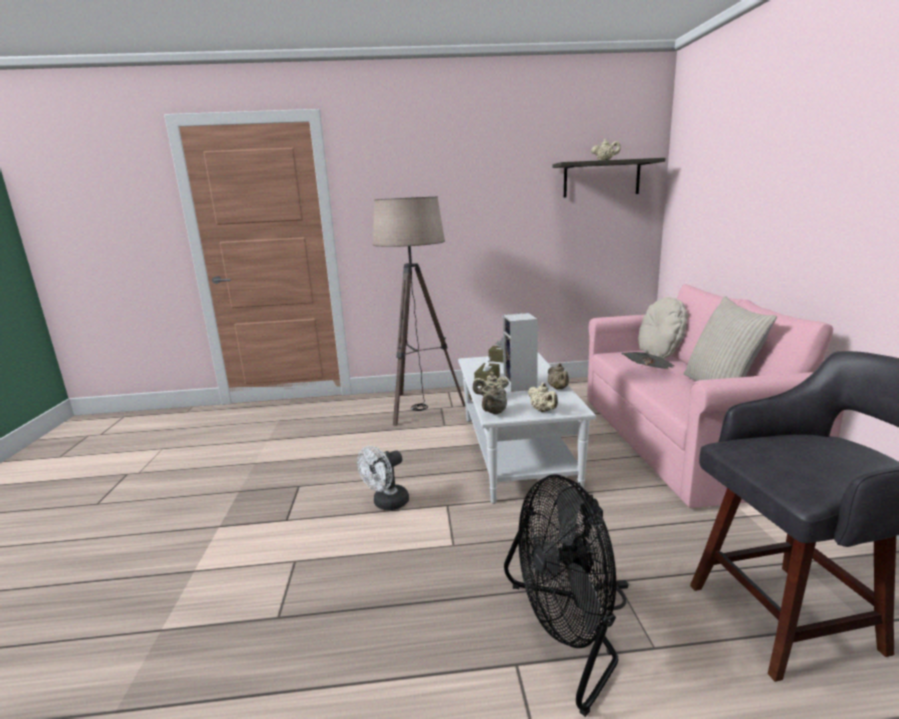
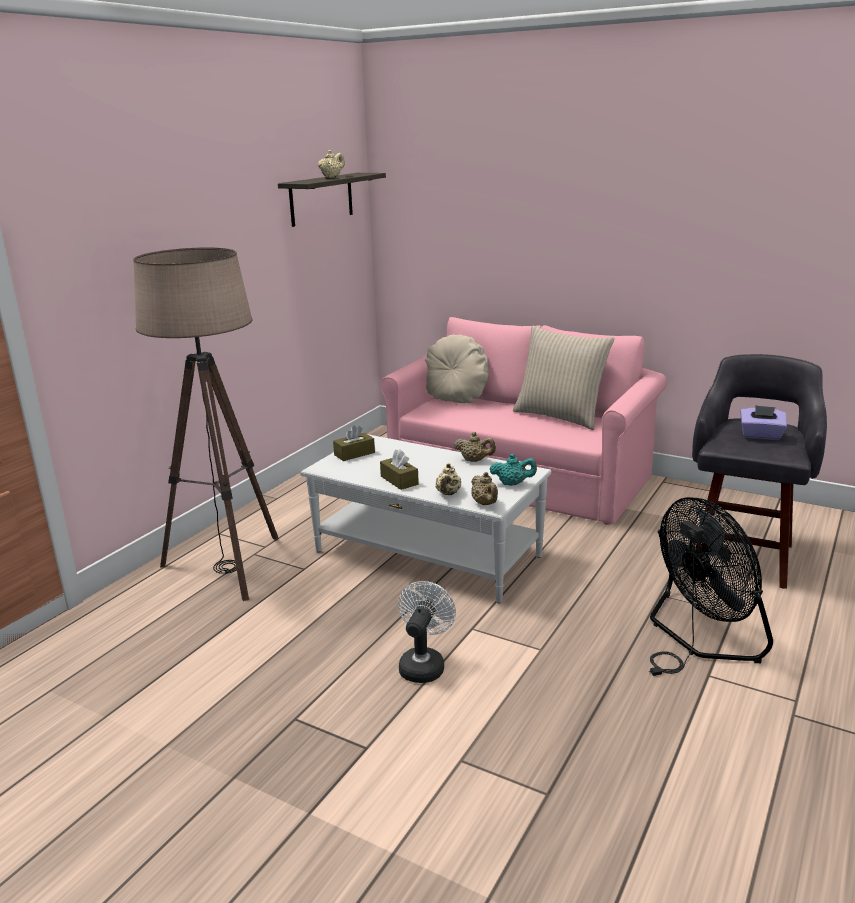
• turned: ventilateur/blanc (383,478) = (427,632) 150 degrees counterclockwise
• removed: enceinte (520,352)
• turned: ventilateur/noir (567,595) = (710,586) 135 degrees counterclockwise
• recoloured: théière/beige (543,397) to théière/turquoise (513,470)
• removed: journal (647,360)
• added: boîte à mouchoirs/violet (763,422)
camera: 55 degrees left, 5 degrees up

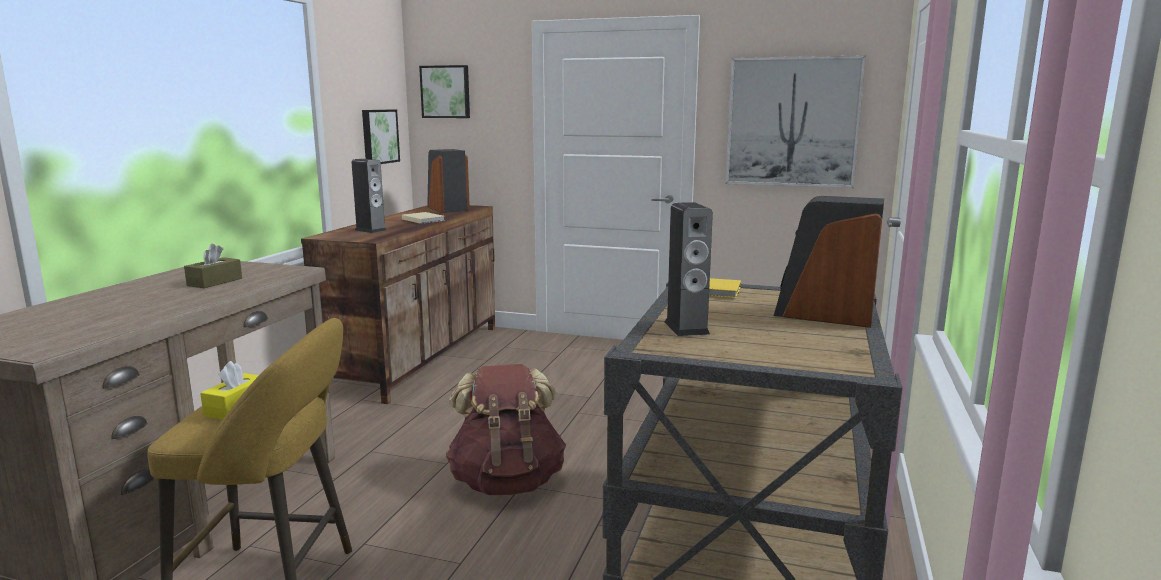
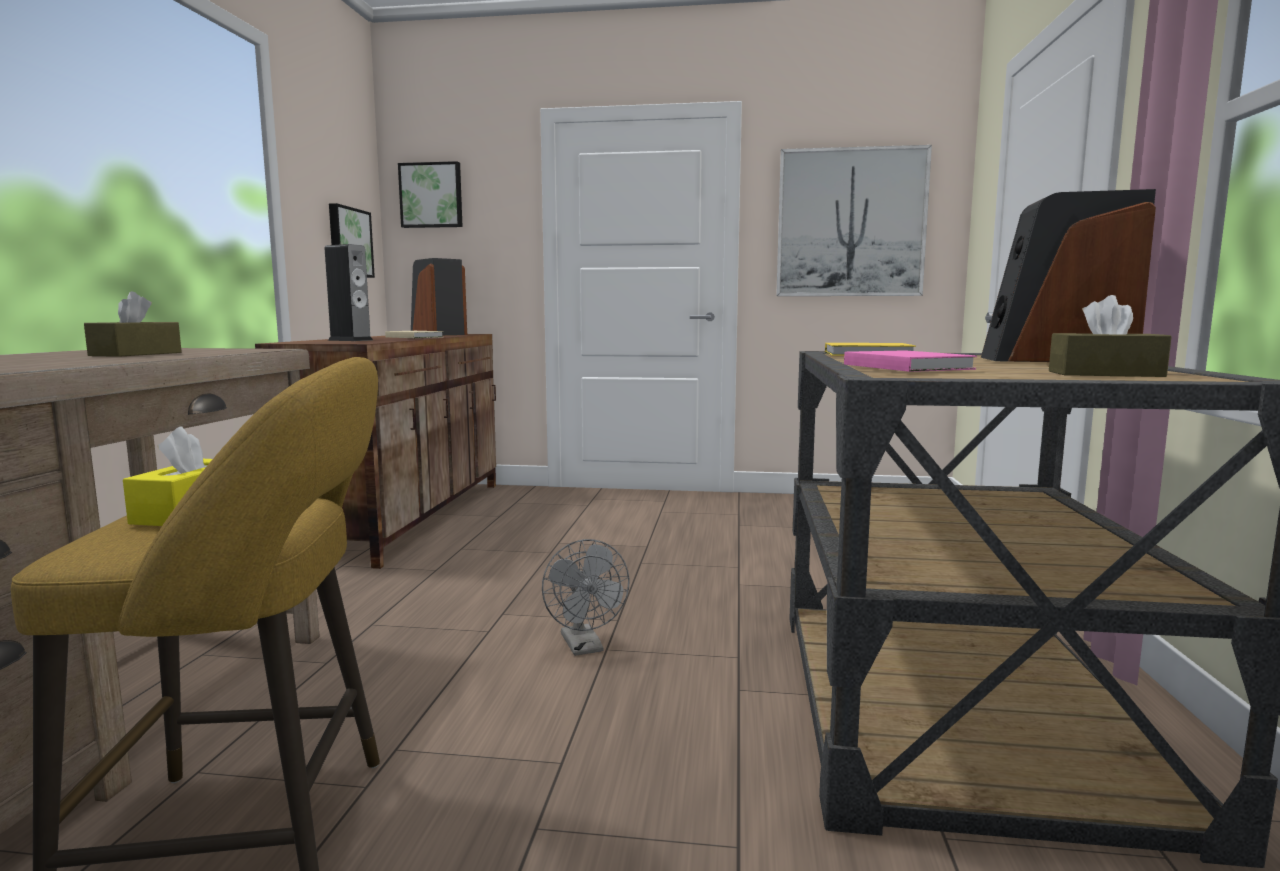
• replaced: sac à dos/marron (506,429) to ventilateur/gris (586,597)
• replaced: enceinte (688,269) to livre/rose (910,361)
• added: boîte à mouchoirs/marron (1110,336)
camera: 10 degrees left, 5 degrees down

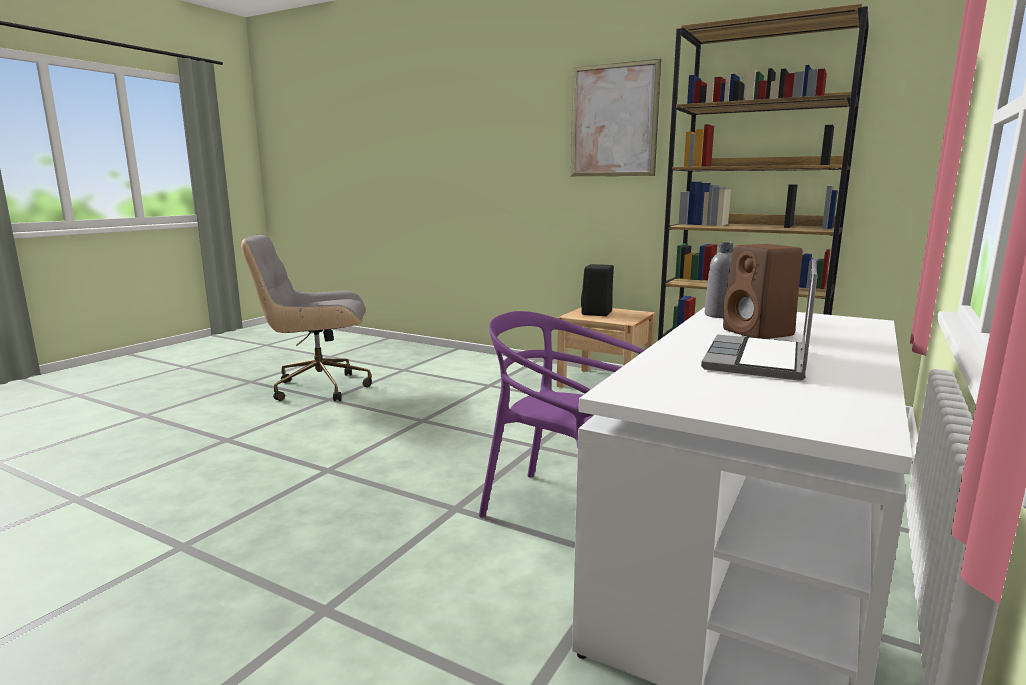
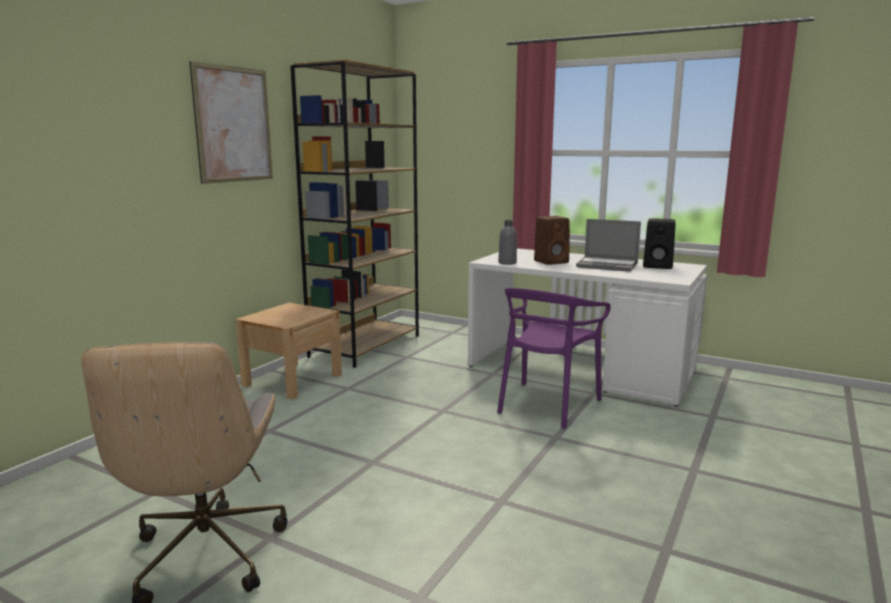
• moved: enceinte/noir (597,290) to (659,243)
camera: 90 degrees left, 0 degrees up

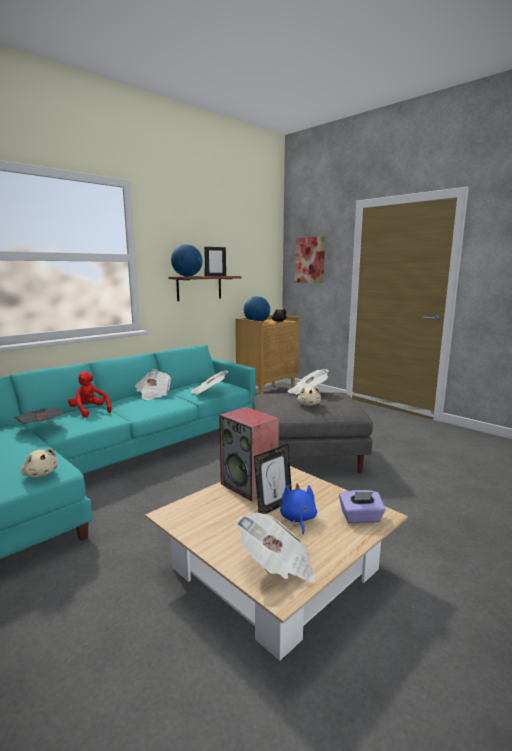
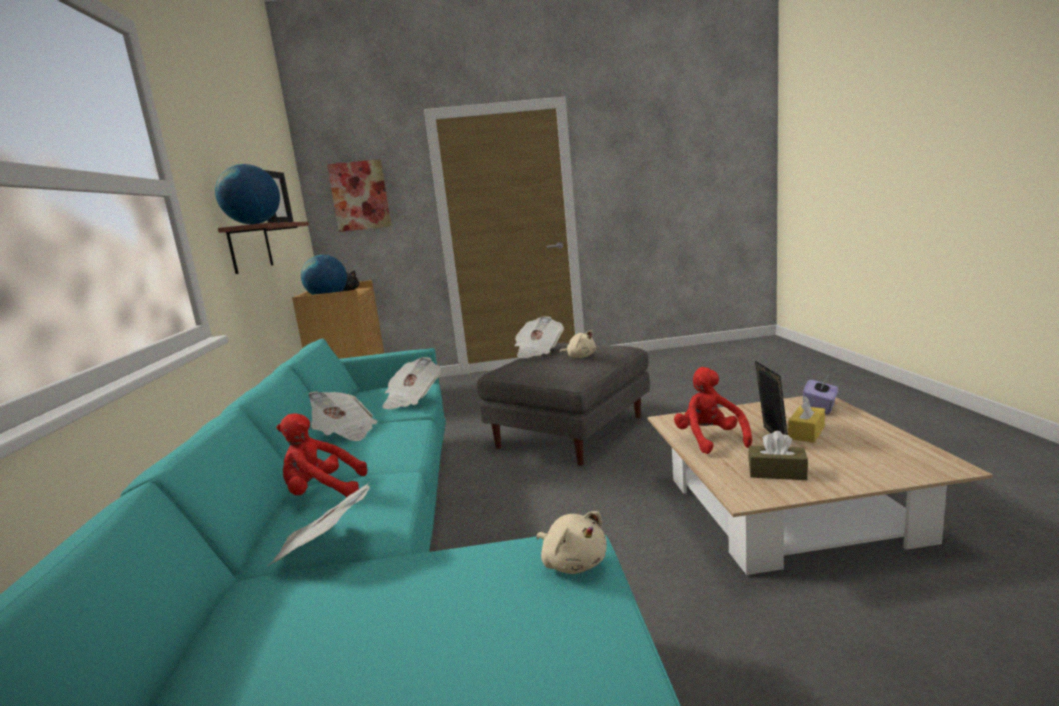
• turned: peluche/beige (39,463) = (572,542) 60 degrees clockwise
• replaced: enceinte (249,454) to peluche/rouge (713,410)
• removed: journal (276,547)
• replaced: peluche/bleu (298,508) to boîte à mouchoirs/jaune (806,419)
• added: boîte à mouchoirs/marron (778,455)
camera: 50 degrees left, 0 degrees up

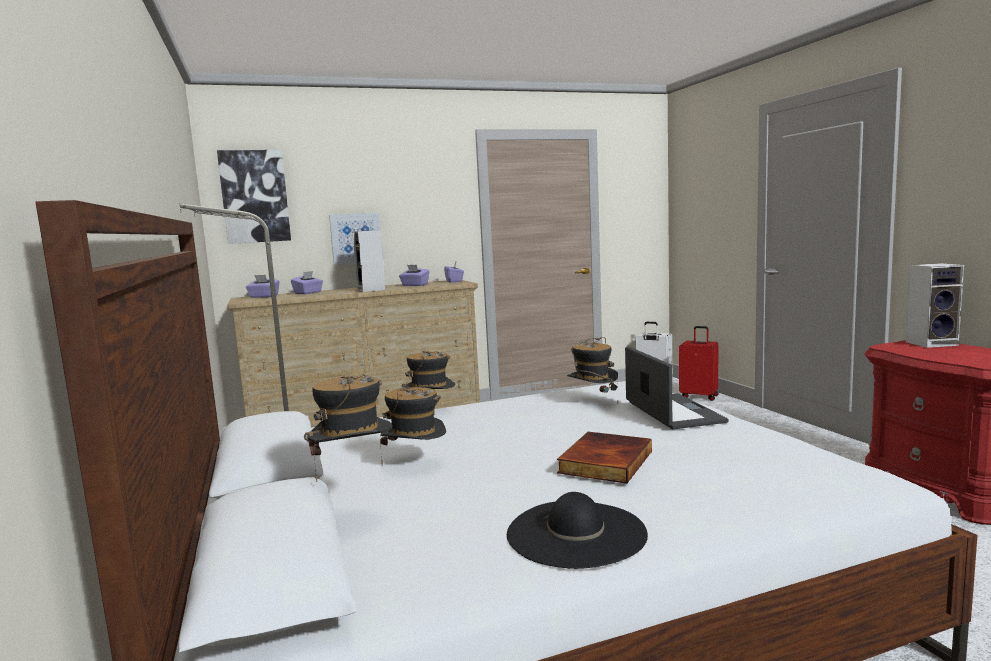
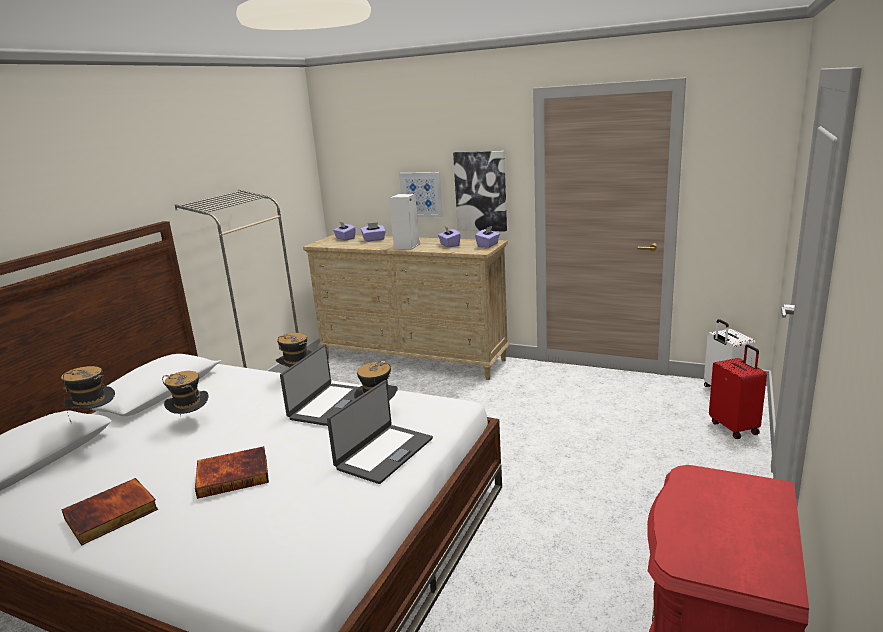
• moved: tableau (254,197) to (480,191)
• replaced: chapeau/noir (577,530) to livre (109,512)
• removed: enceinte (935,305)
• added: ordinateur portable (319,385)
camera: 45 degrees right, 10 degrees up

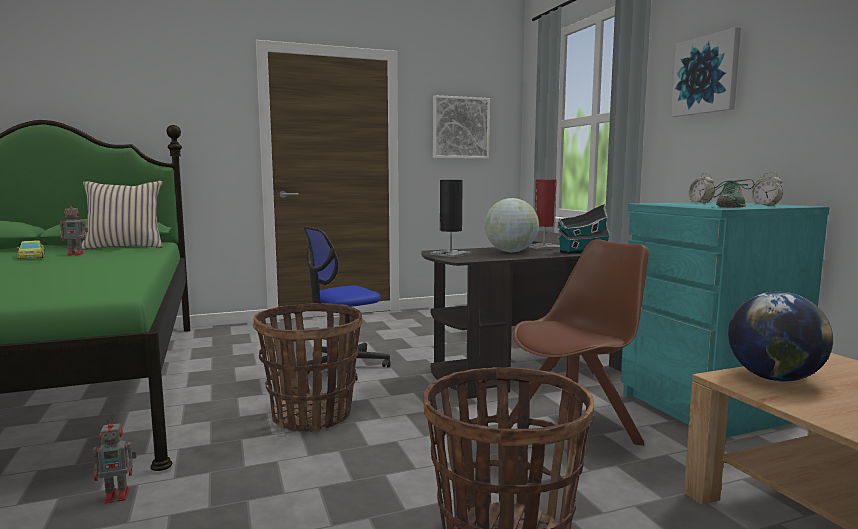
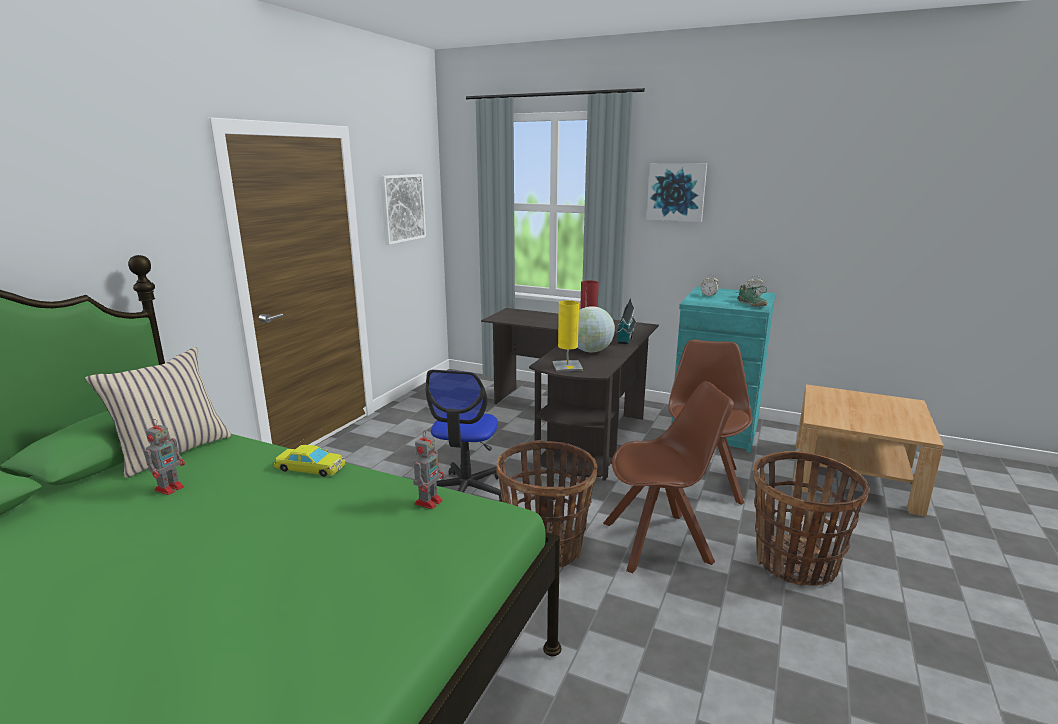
• moved: petite voiture/jaune (31,249) to (309,461)
• moved: robot jouet (115,460) to (428,469)
• recoloured: lampe de table/noir (450,218) to lampe de table/jaune (568,336)
• removed: globe (780,336)
• added: chaise/marron (668,477)
camera: 45 degrees left, 10 degrees up

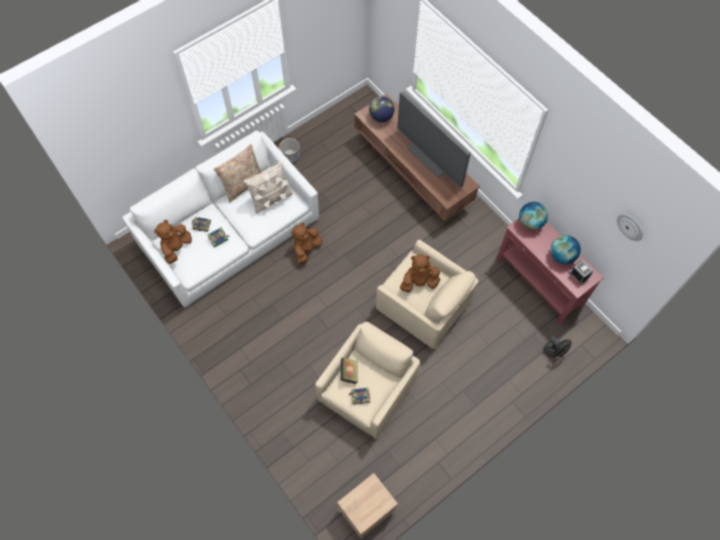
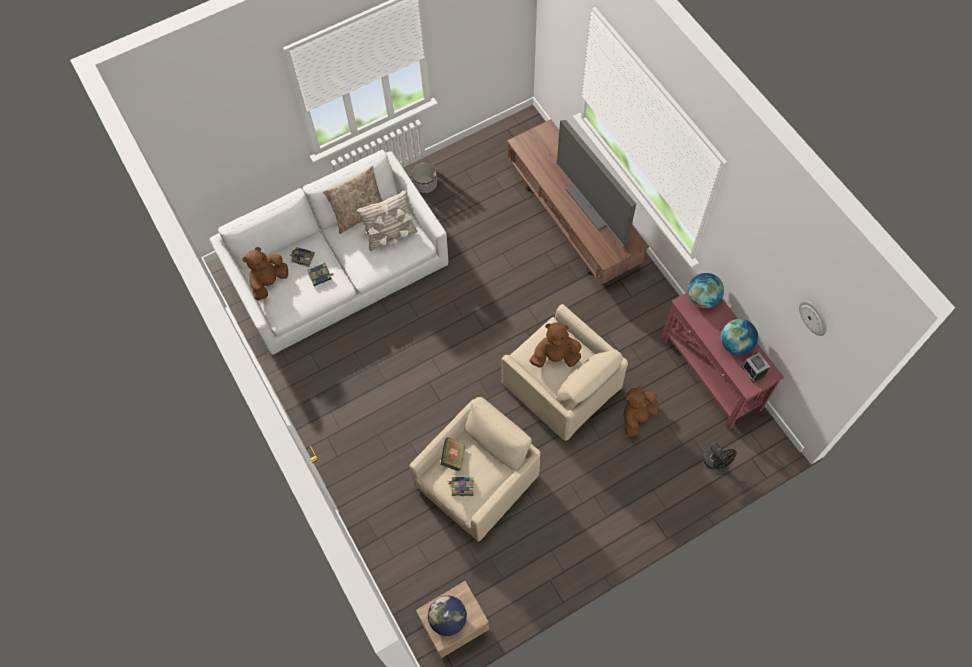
• moved: peluche/marron (306,243) to (641,411)
• moved: globe (381,109) to (447,615)
camera: 10 degrees right, 0 degrees up

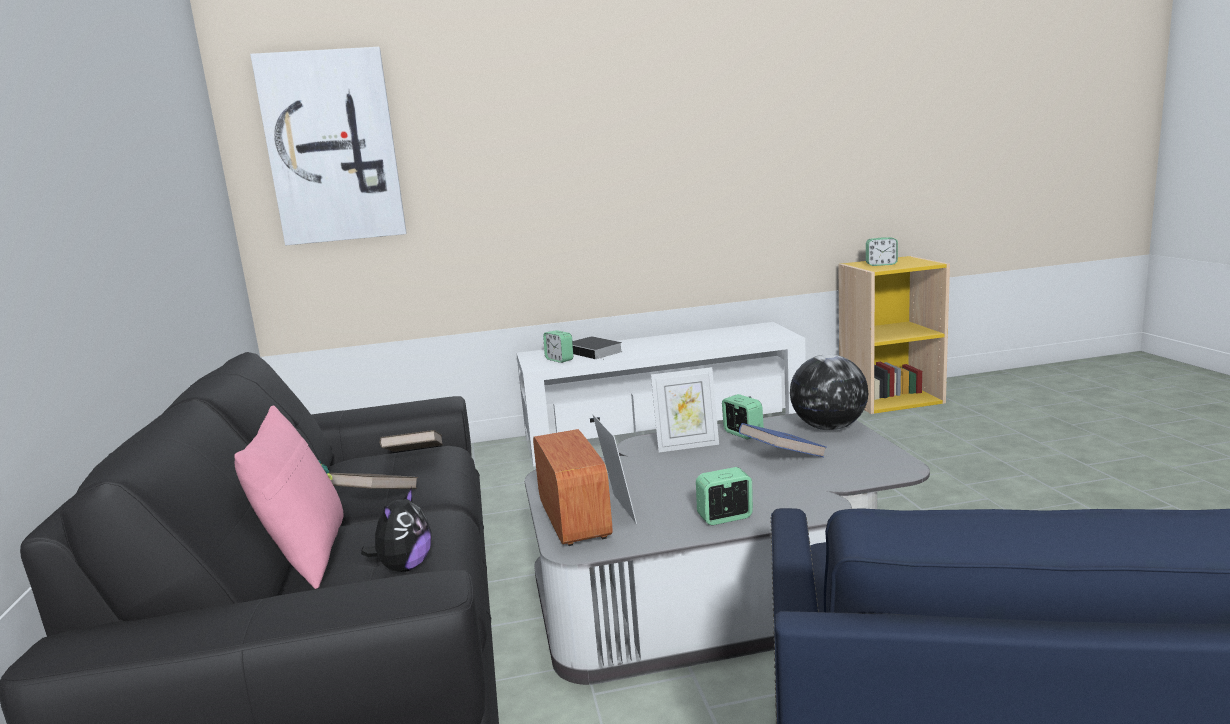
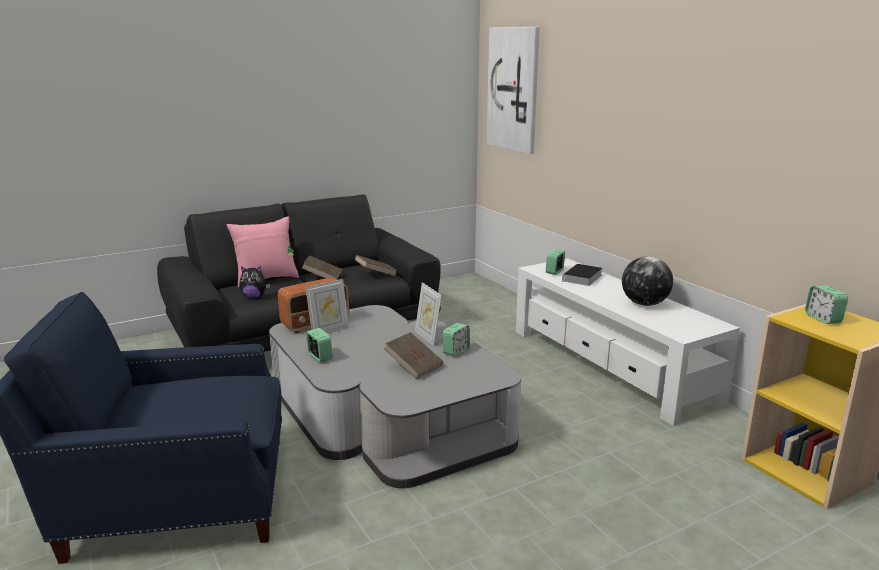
• recoloured: livre/bleu (783,440) to livre/marron (413,355)
• moved: globe (829,392) to (647,281)
camera: 70 degrees right, 5 degrees up

